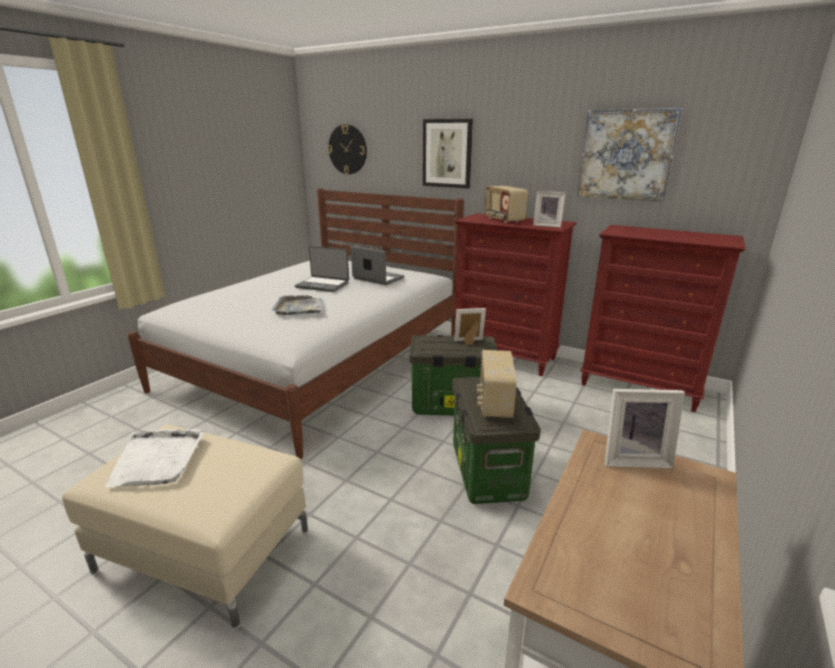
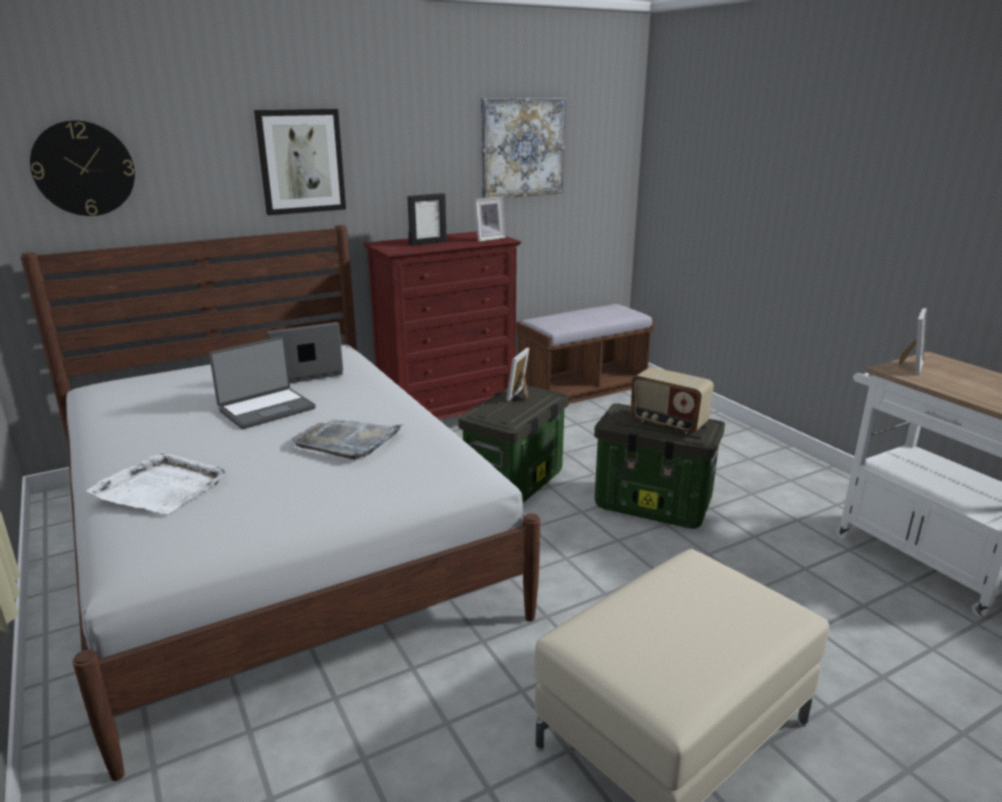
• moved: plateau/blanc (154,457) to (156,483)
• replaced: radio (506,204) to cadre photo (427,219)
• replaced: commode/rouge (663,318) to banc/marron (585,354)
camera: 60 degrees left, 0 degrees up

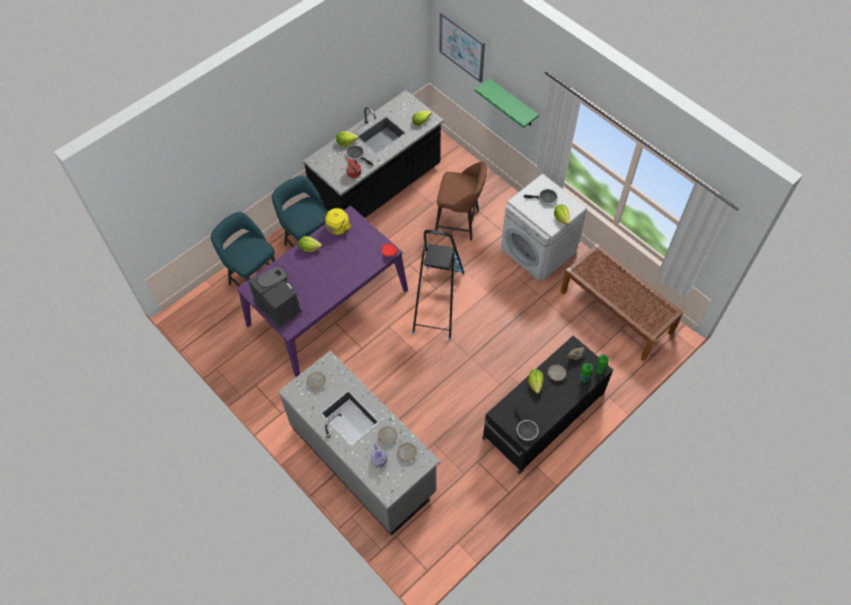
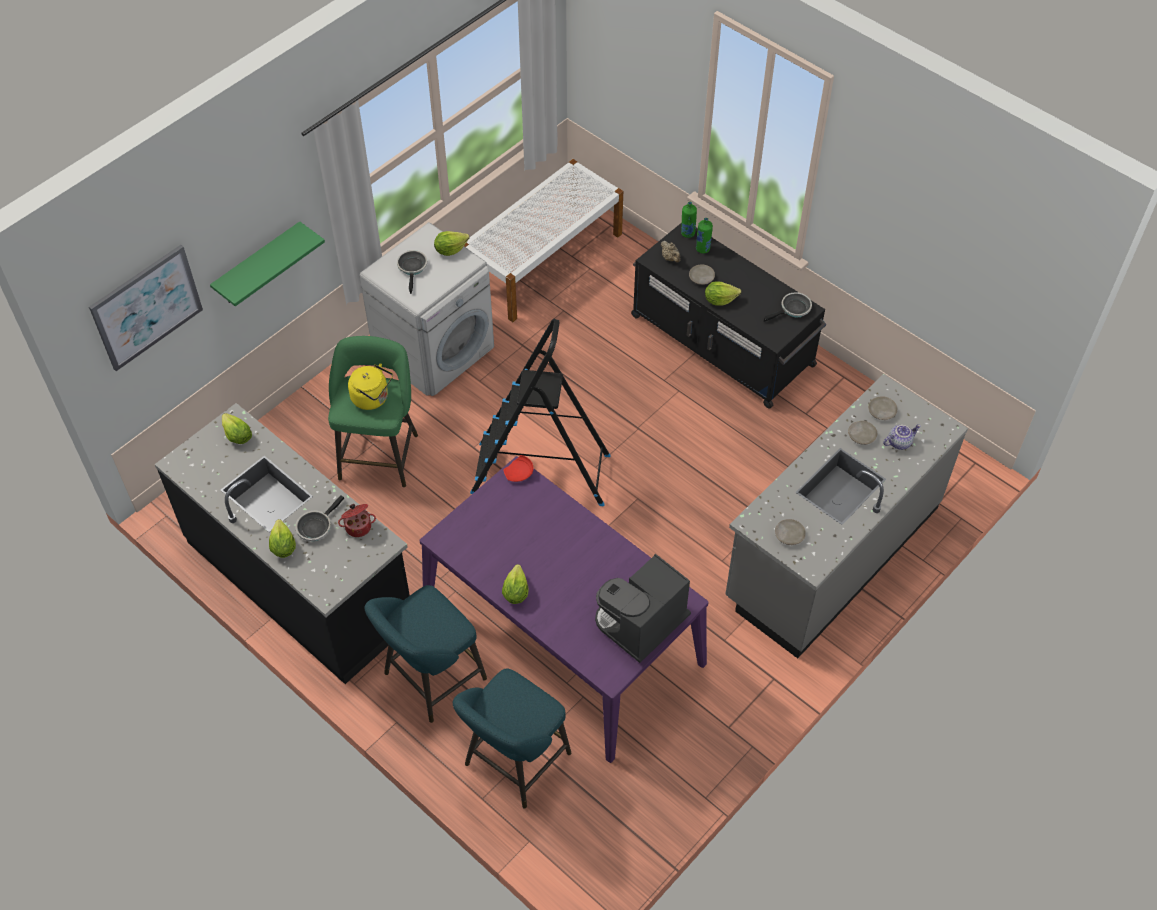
• moved: bouilloire/jaune (336,221) to (370,386)
• recoloured: tabouret/marron (461,201) to tabouret/vert (373,411)
• recoloured: banc/marron (622,303) to banc/blanc (543,240)
camera: 95 degrees left, 5 degrees down

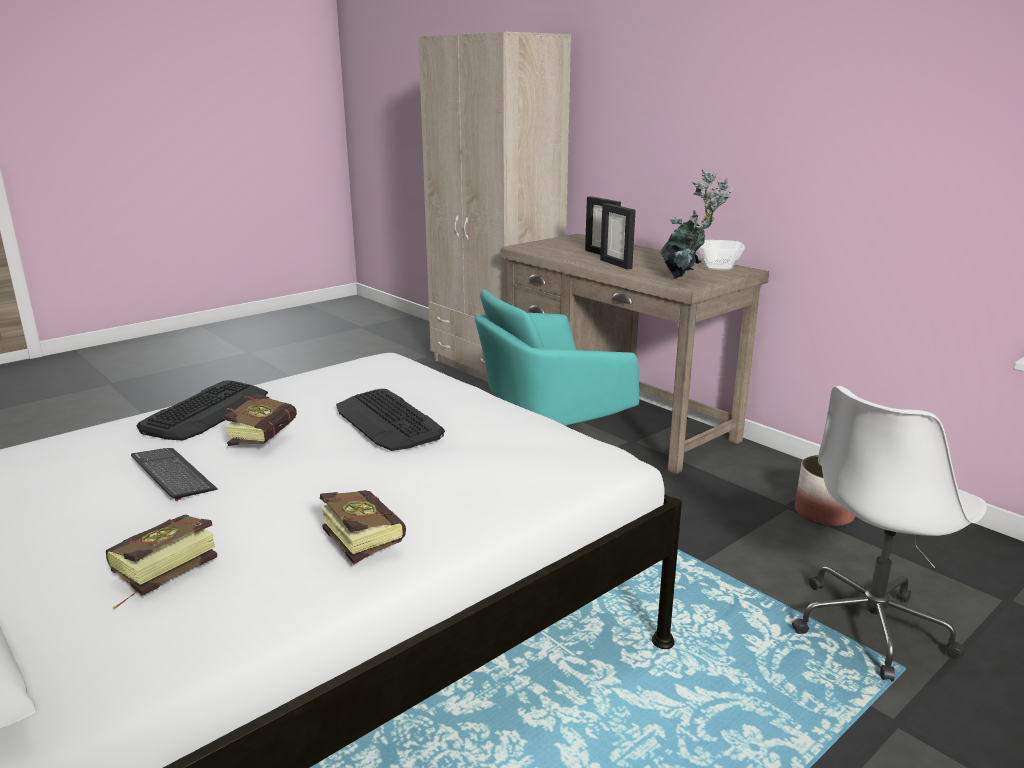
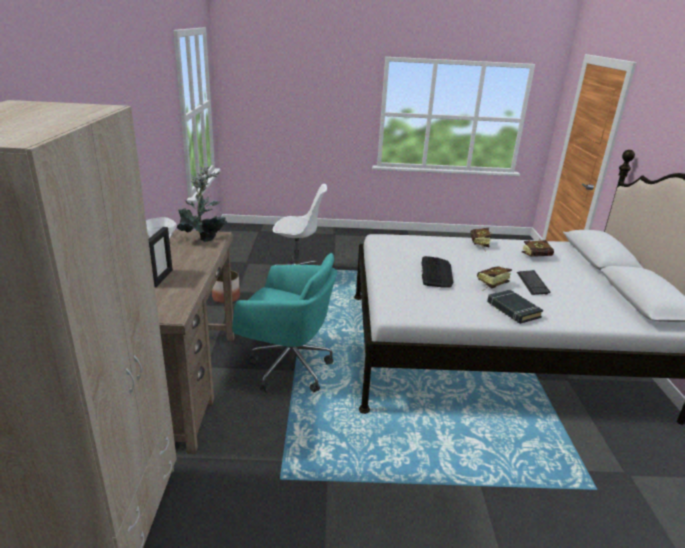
• replaced: clavier (202,410) to livre/noir (515,307)
• removed: cadre photo (618,236)
camera: 140 degrees left, 5 degrees up

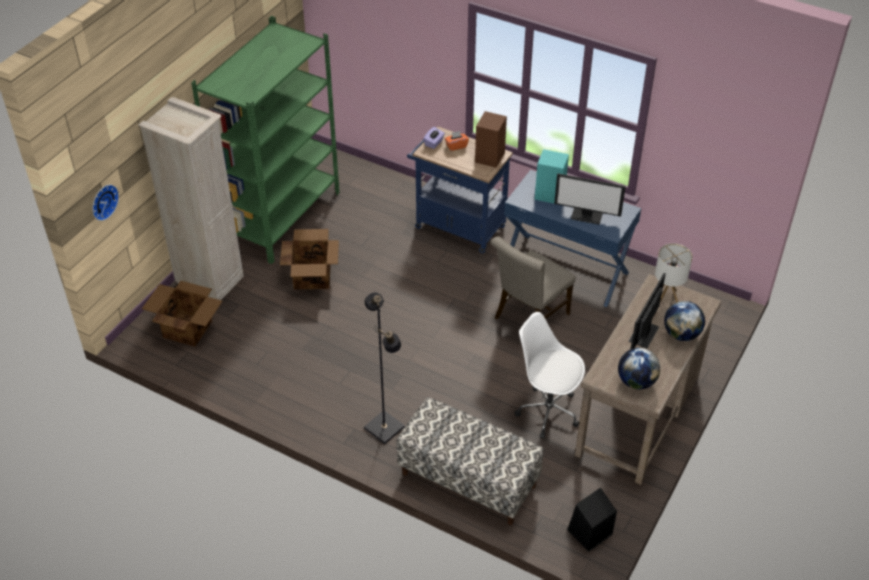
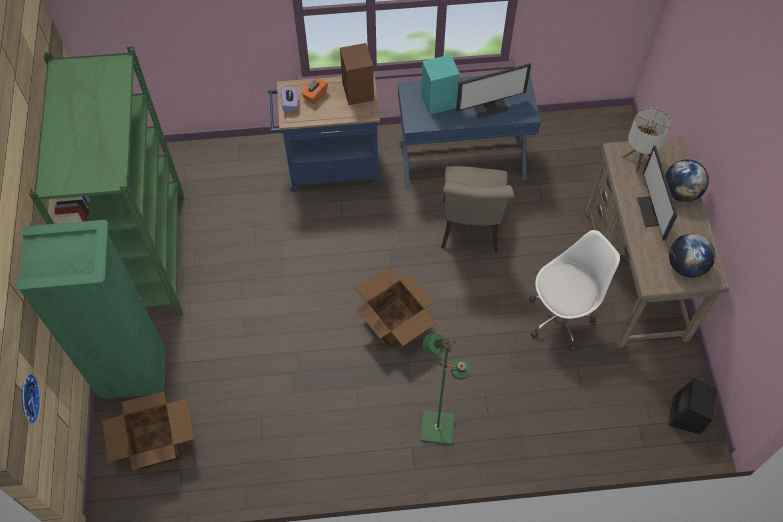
• recoloured: meuble de rangement/beige (191,198) to meuble de rangement/vert (91,309)
• moved: carton (309,259) to (395,308)
• recoloured: lampadaire/noir (384,368) to lampadaire/vert (445,389)
• removed: banc (470,461)
• turned: chaise de bureau/blanc (550,375) = (574,290) 150 degrees clockwise
camera: 35 degrees left, 15 degrees up

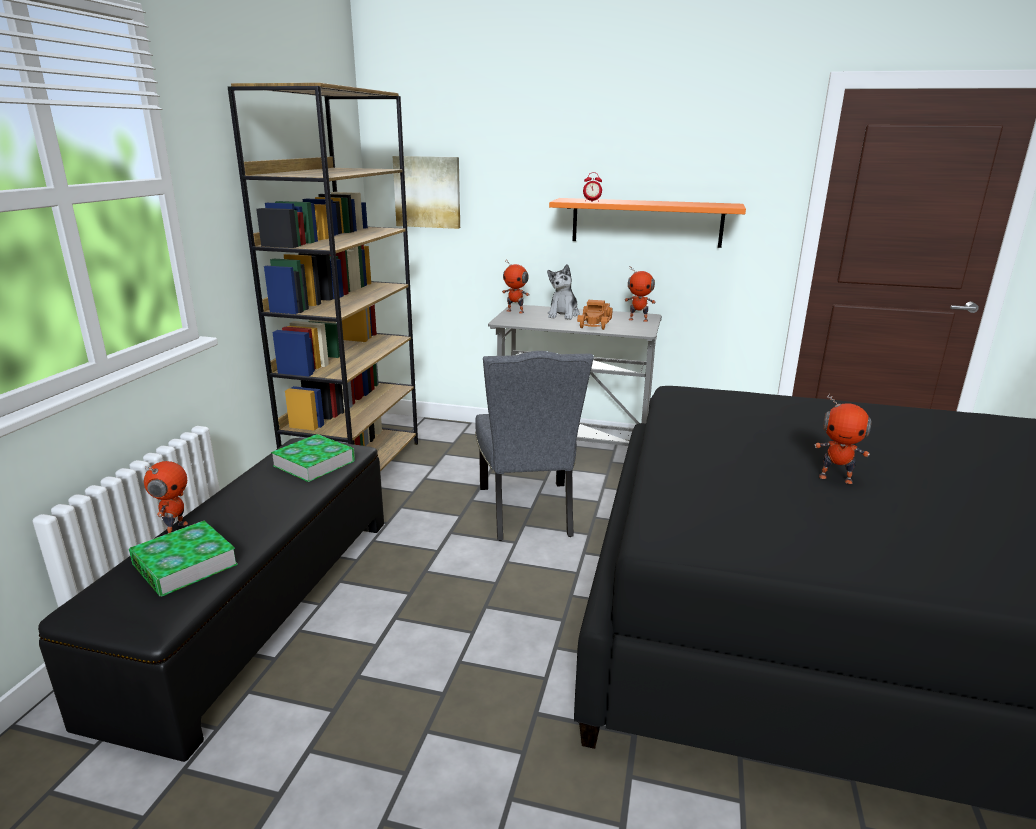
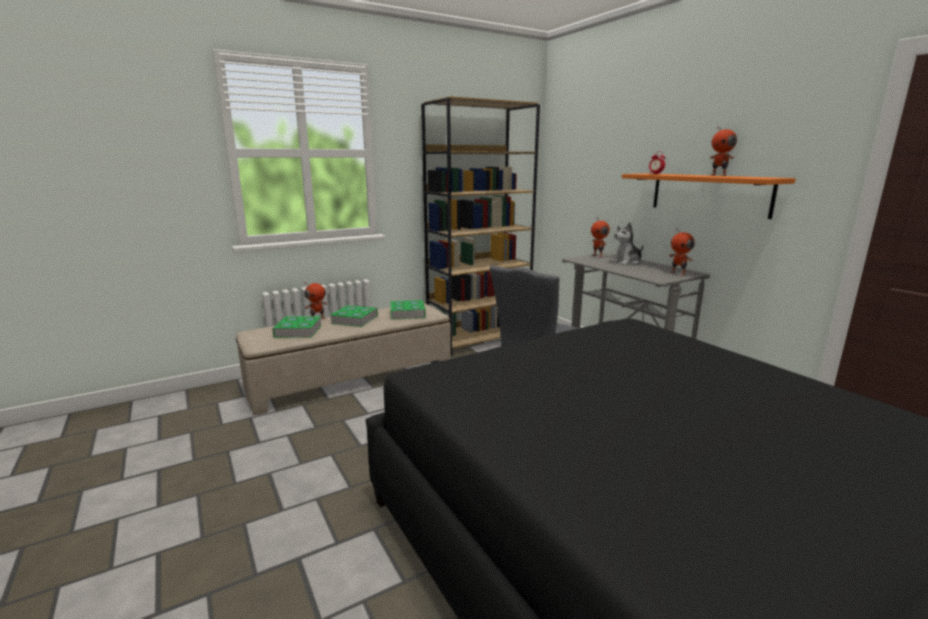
• recoloured: banc/noir (211,600) to banc/beige (343,359)
• removed: tableau (426,192)
• removed: camion jouet (595,315)
• moved: robot jouet (843,439) to (723,151)
• added: livre (354,316)
camera: 45 degrees right, 5 degrees down

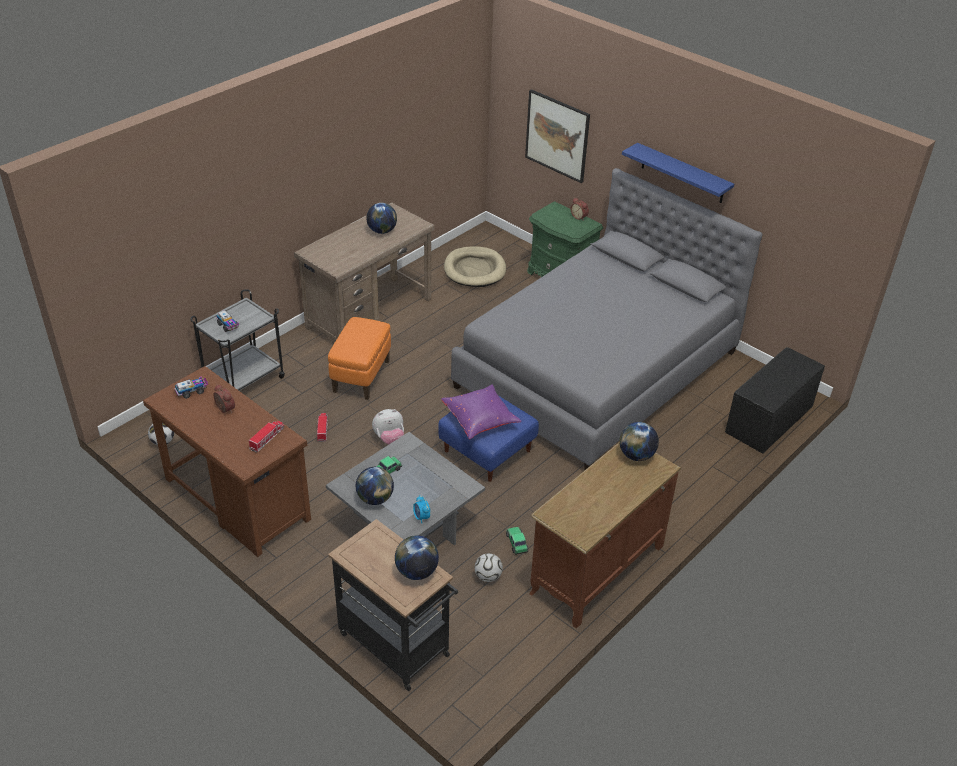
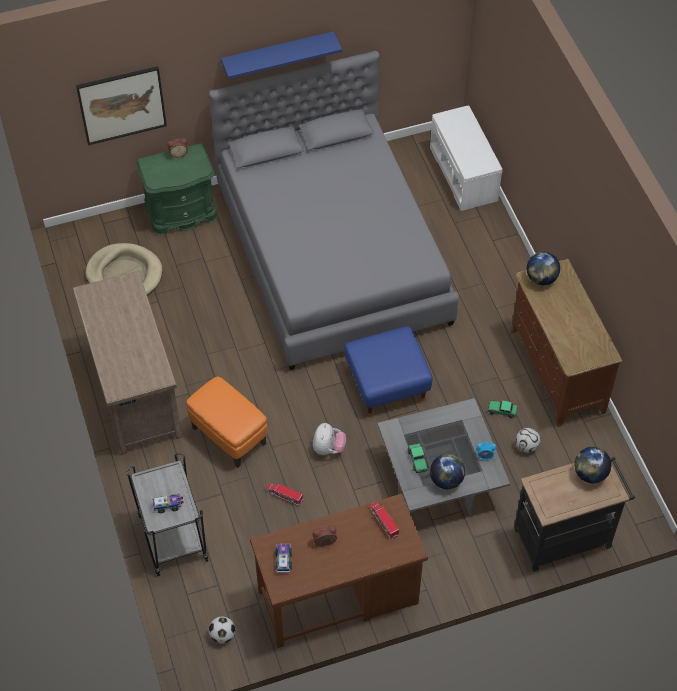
• removed: globe (381,218)
• removed: coussin/violet (481,411)
• recoloured: banc/noir (775,400) to banc/blanc (466,158)
camera: 60 degrees left, 15 degrees up

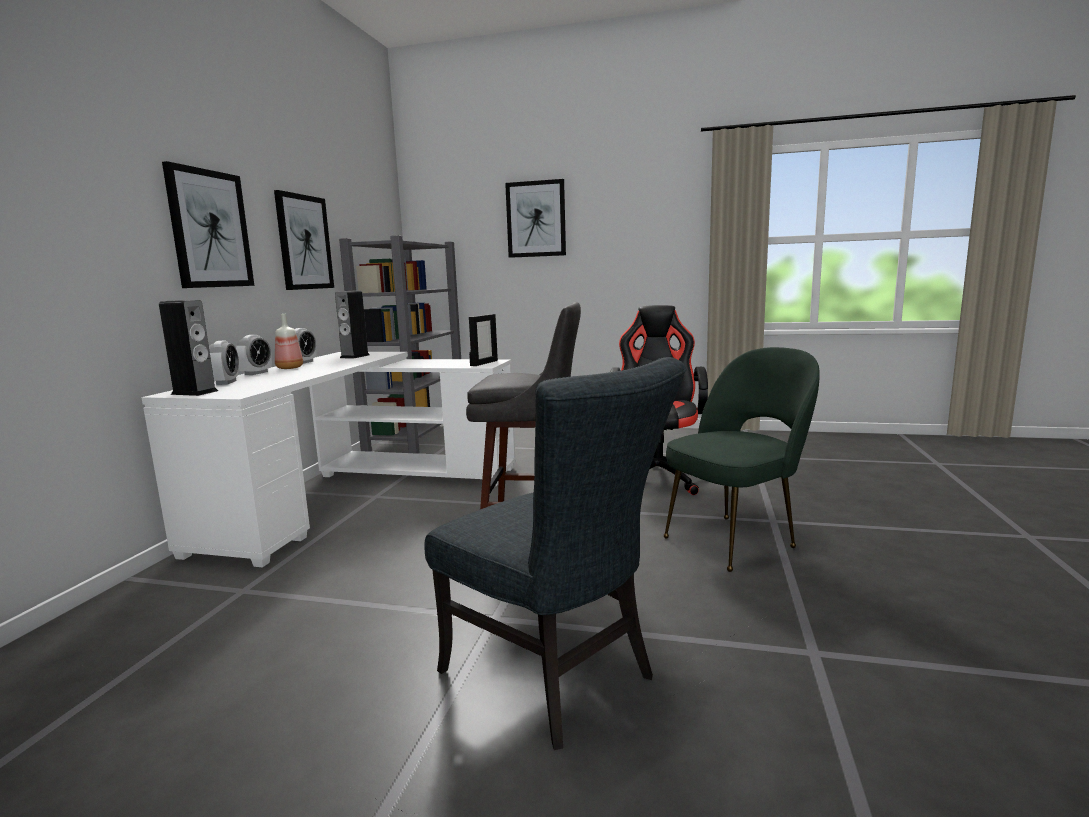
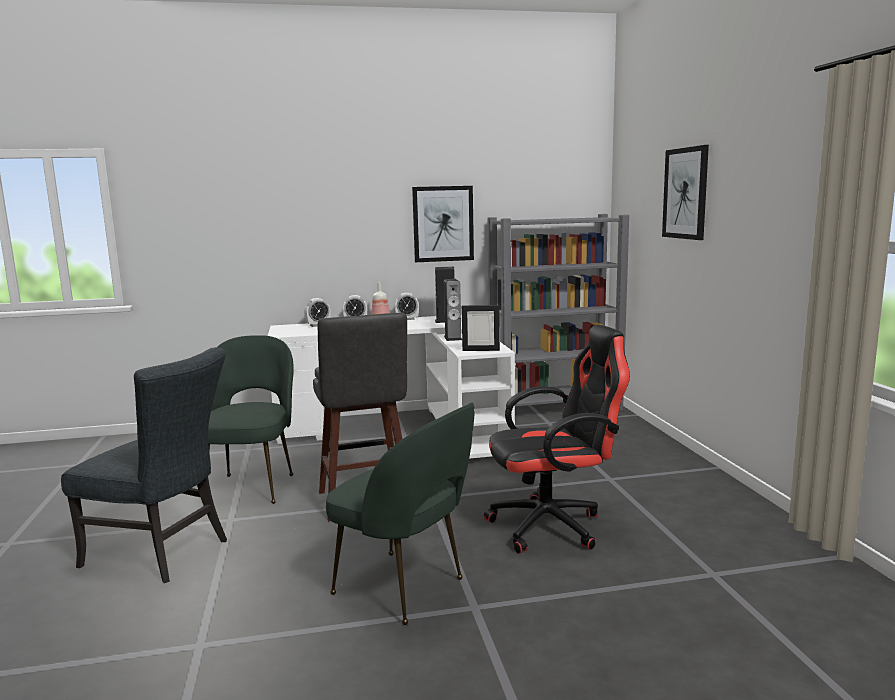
• moved: enceinte (188,348) to (453,310)
• removed: tableau (208,224)
• turned: chaise/gris (556,553) = (144,465) 90 degrees counterclockwise
• added: chaise/vert (251,419)
camera: 65 degrees right, 0 degrees up

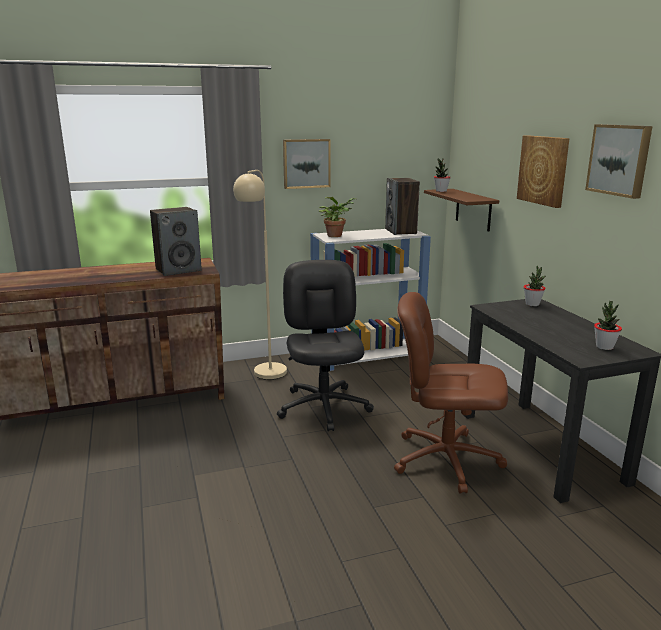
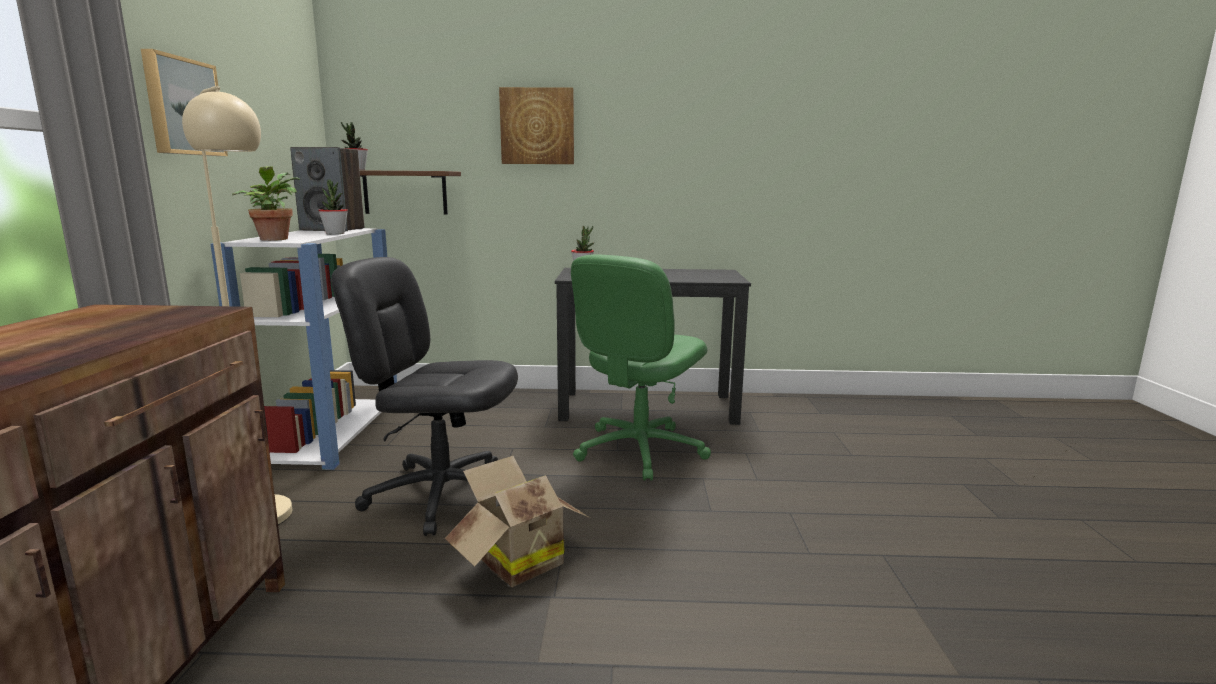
• removed: enceinte (176,241)
• recoloured: chaise de bureau/marron (451,393) to chaise de bureau/vert (641,367)
• removed: tableau (619,161)
• moved: plante en pot (608,325) to (333,207)
• added: carton (517,521)
camera: 70 degrees left, 5 degrees down

